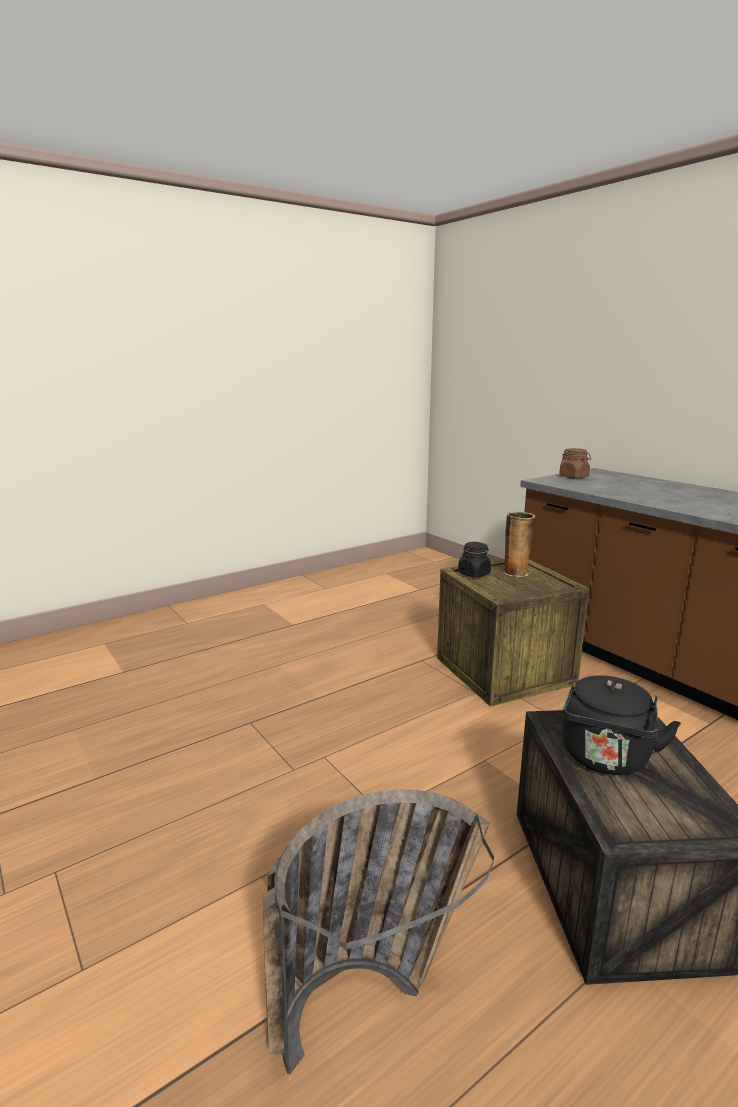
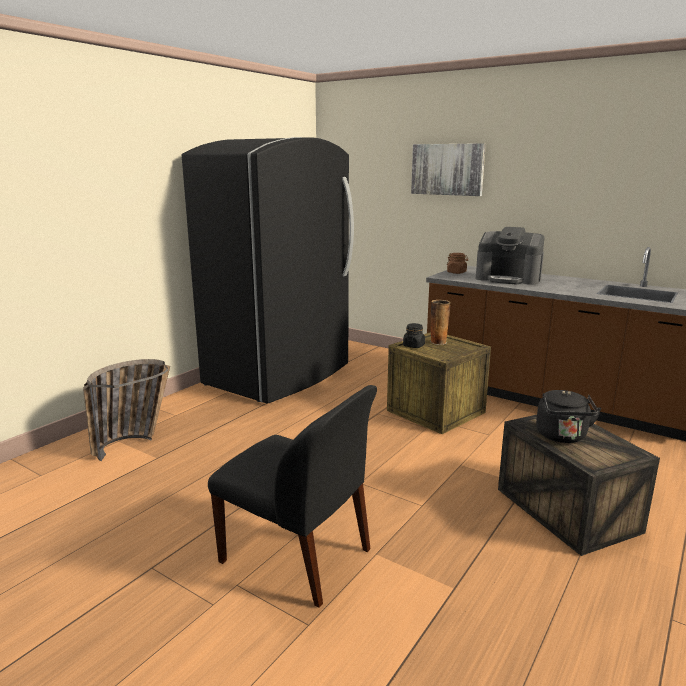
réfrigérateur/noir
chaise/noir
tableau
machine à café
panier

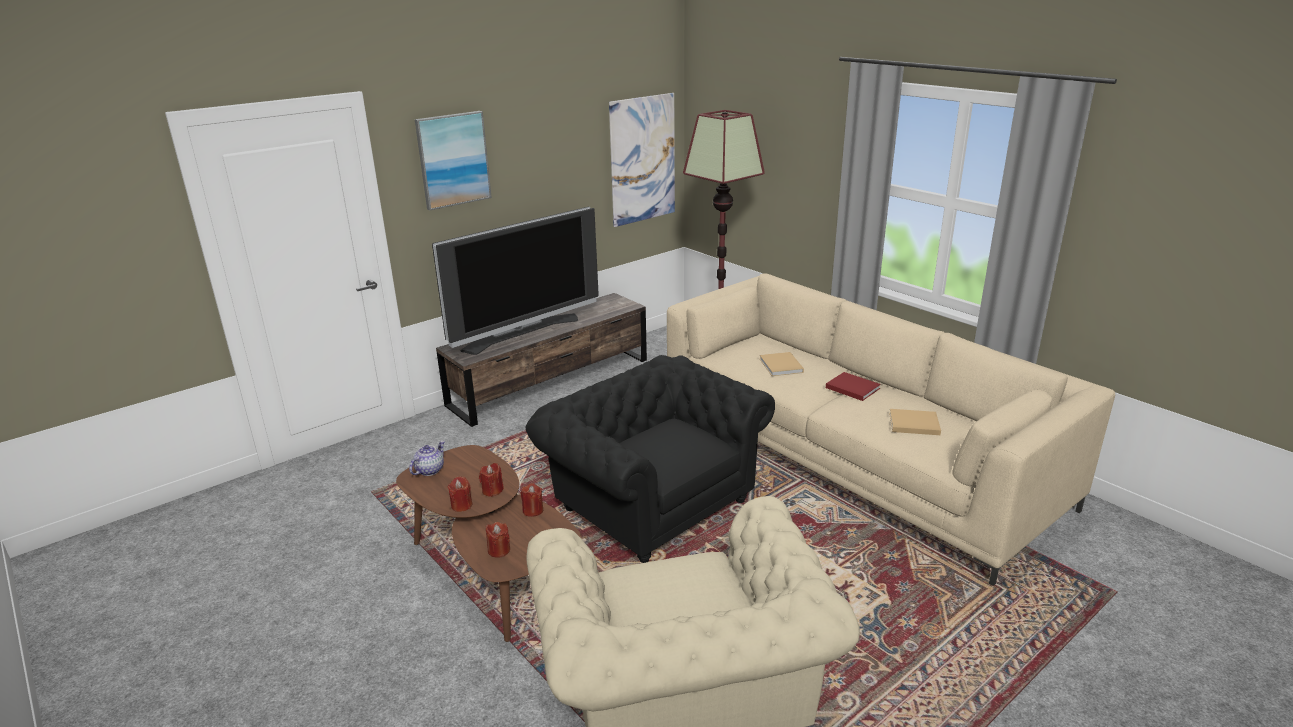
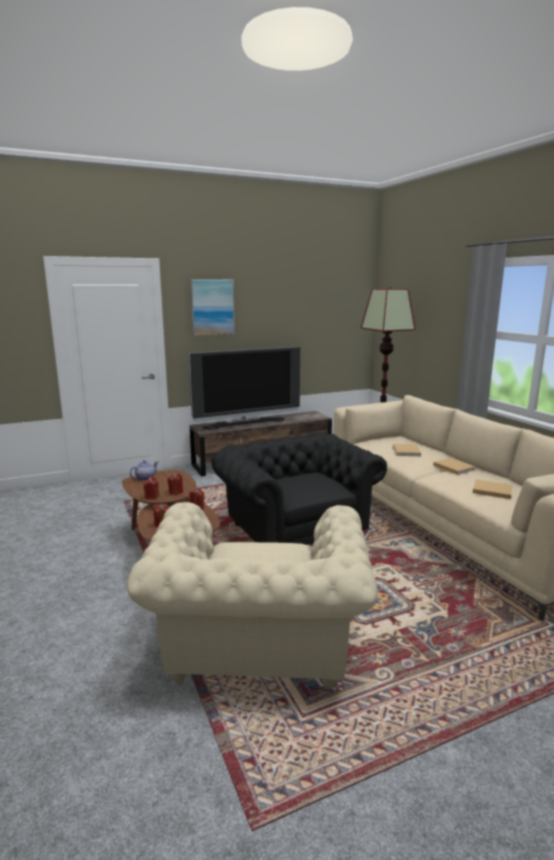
tableau (2nd from left in the first image)
livre/beige (2nd from left)

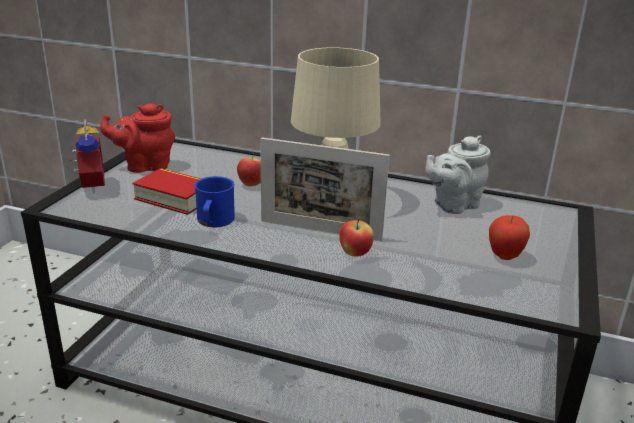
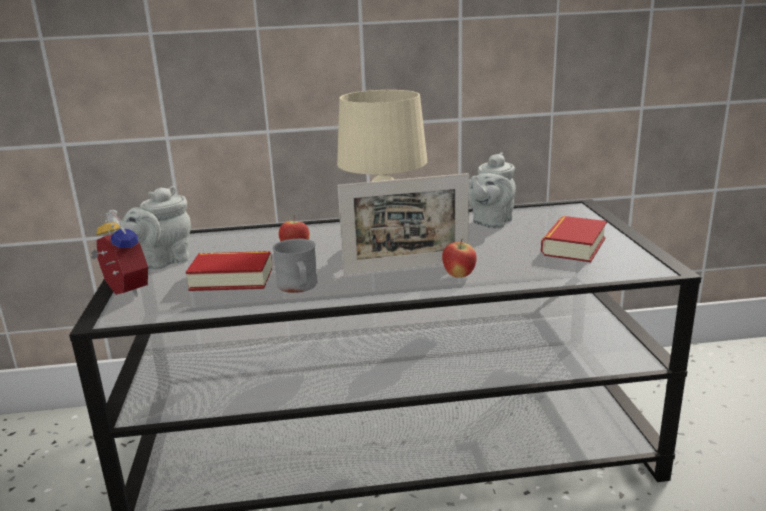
livre (2nd from left)
théière/gris (1st from left)
mug/gris

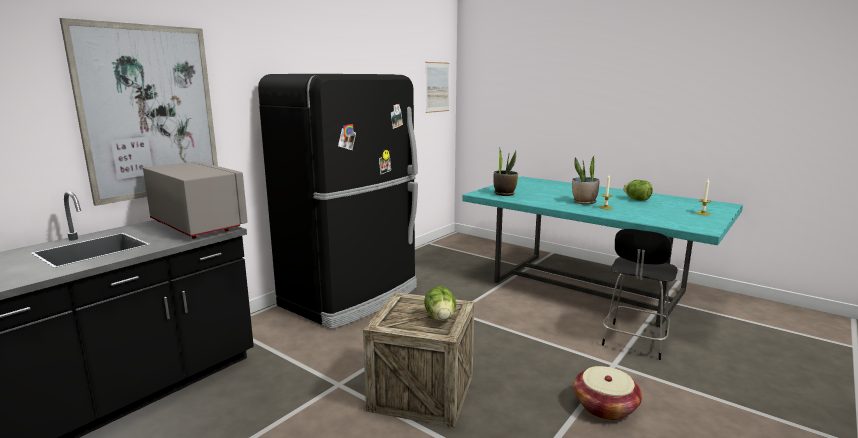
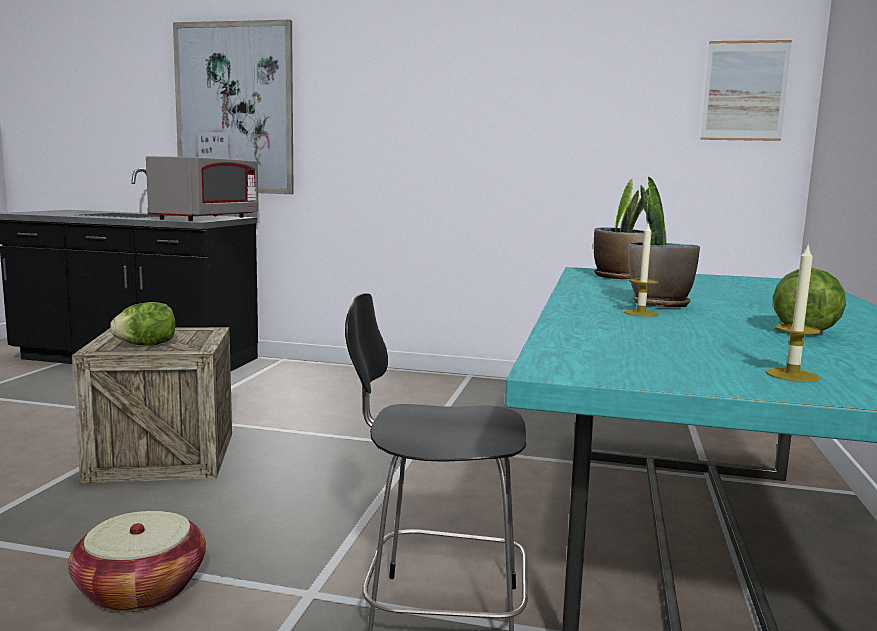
réfrigérateur/noir

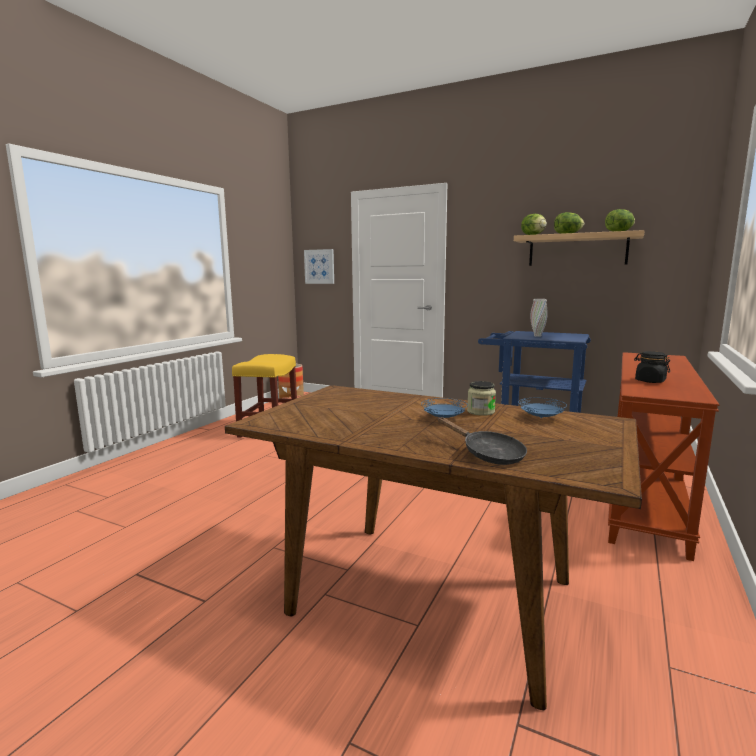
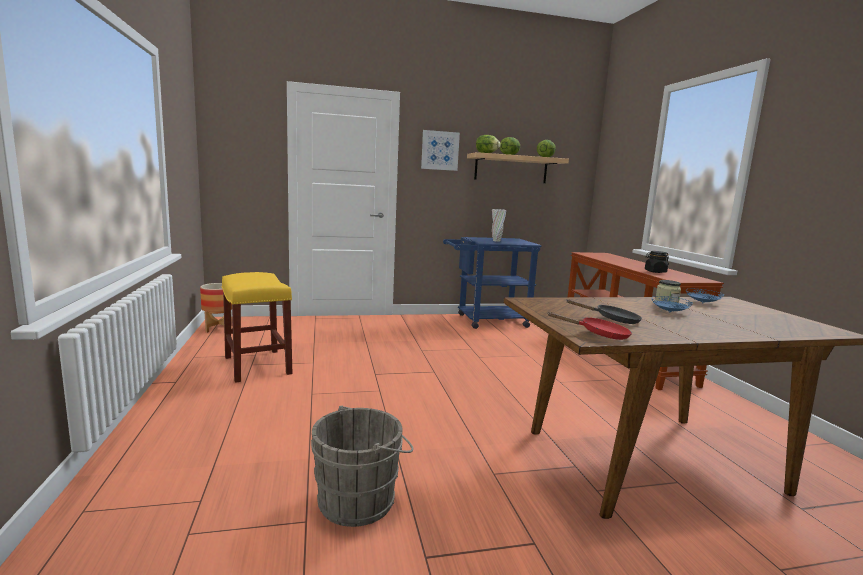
seau/gris
poêle/rouge
tableau
poêle/noir

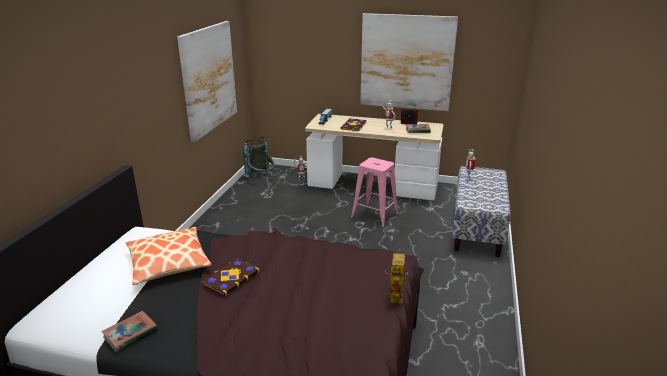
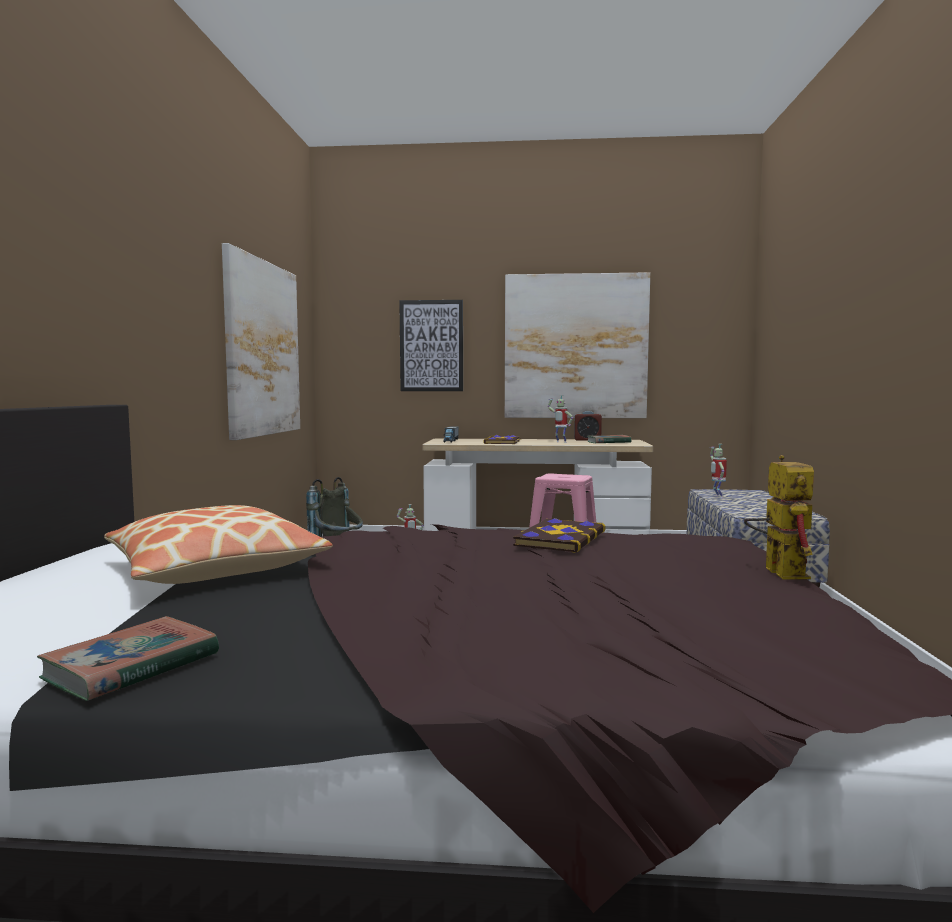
tableau (2nd from left)
livre (3rd from left)

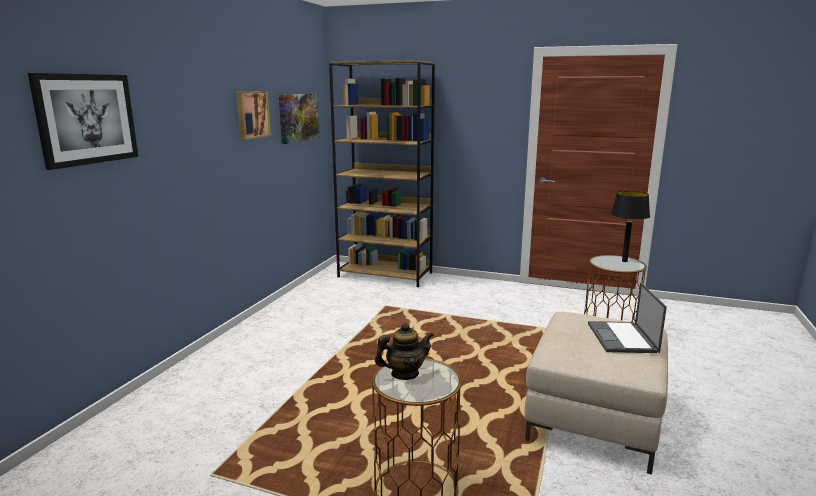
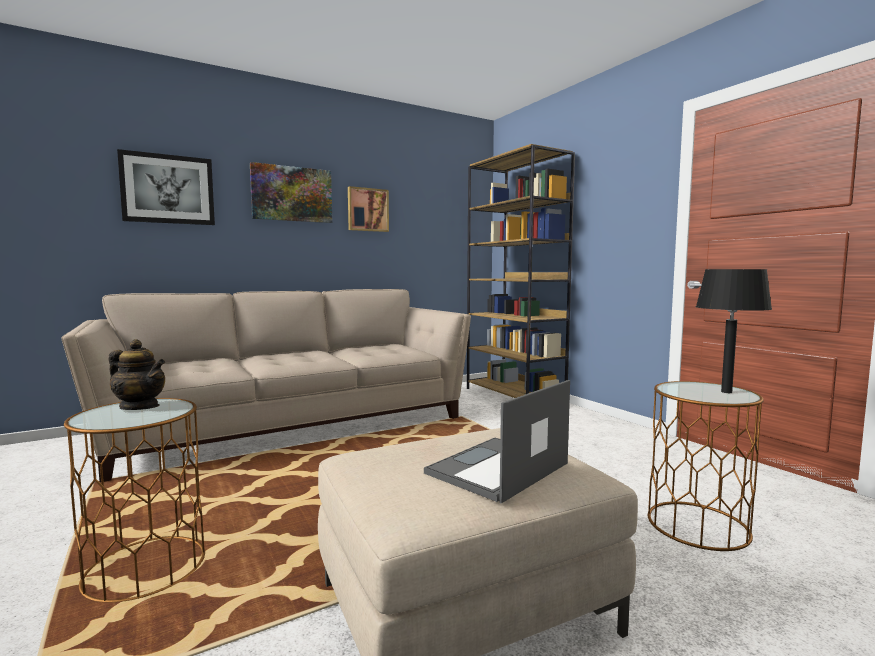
canapé/beige
tableau (2nd from left)

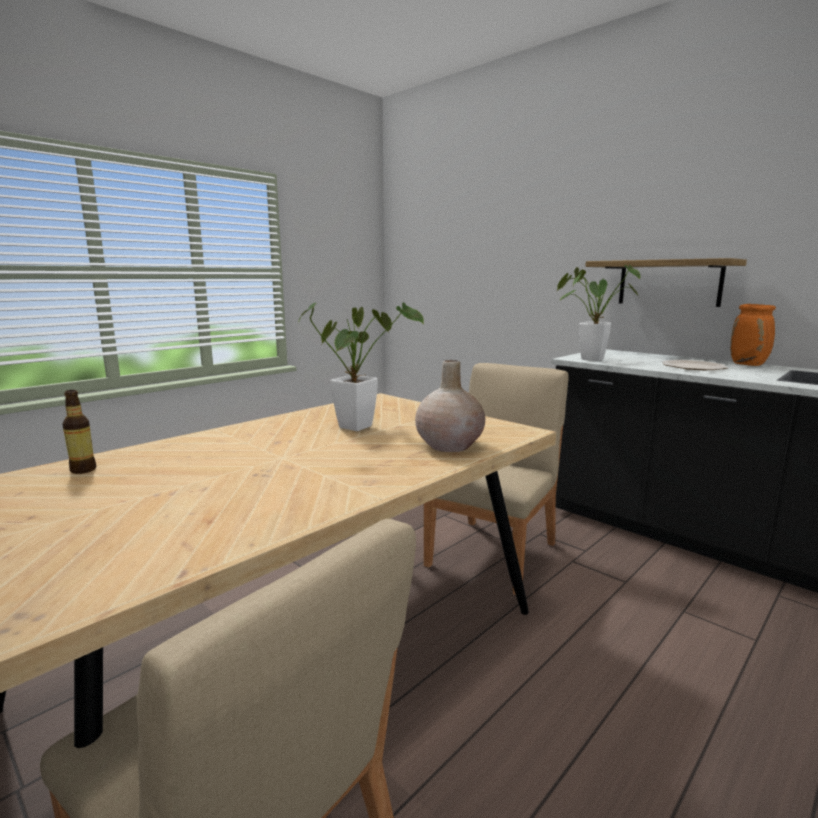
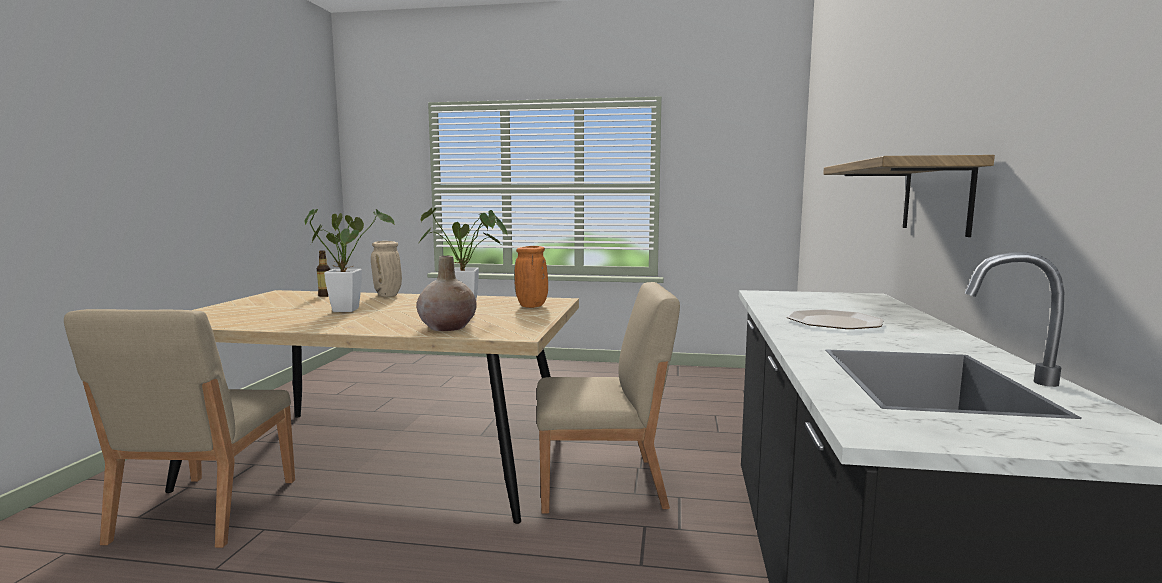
vase/beige (1st from left)
plante en pot (1st from left)
vase/orange

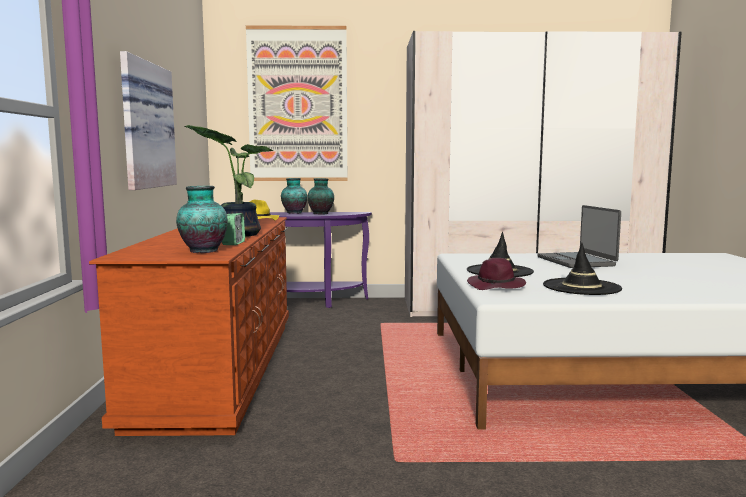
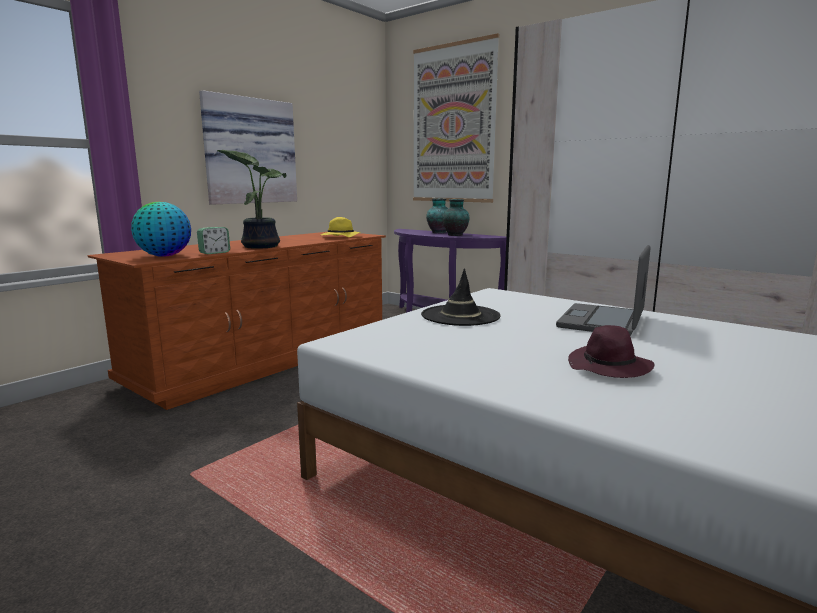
chapeau/noir (2nd from left in the first image)
chapeau/violet
globe

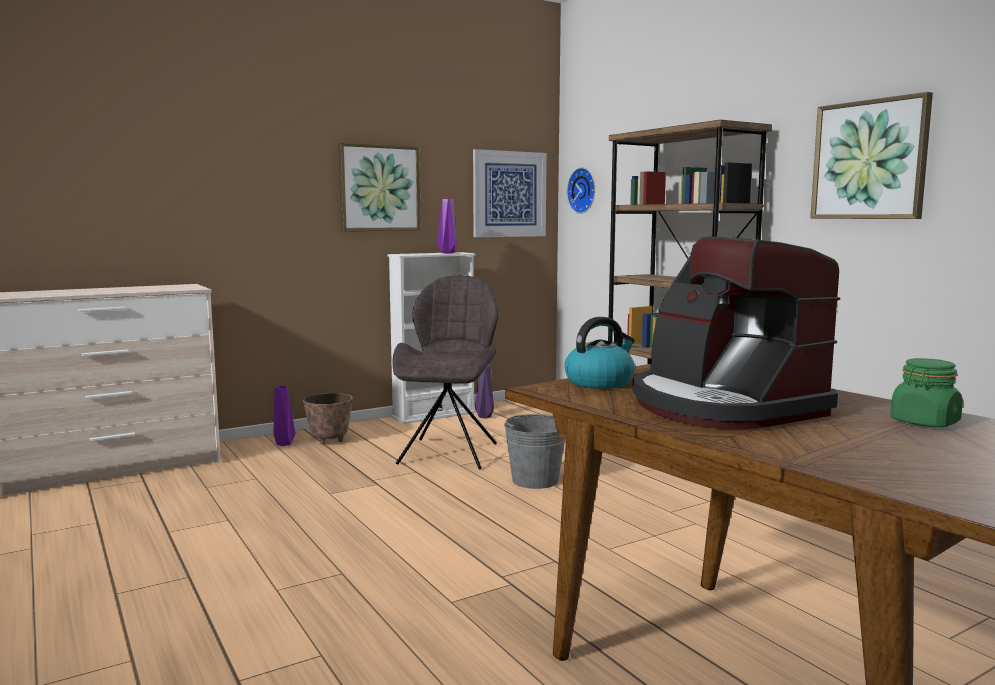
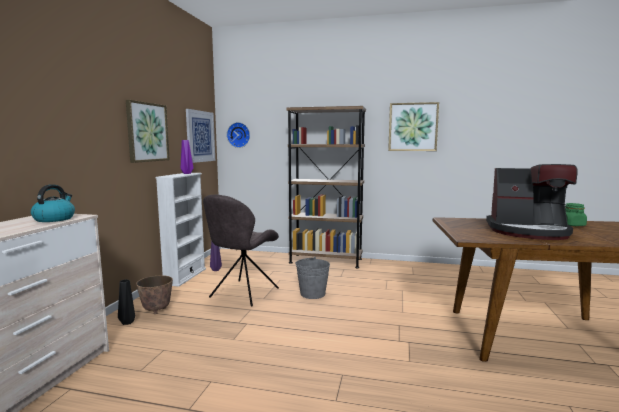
bouilloire
vase/noir
chaise/gris

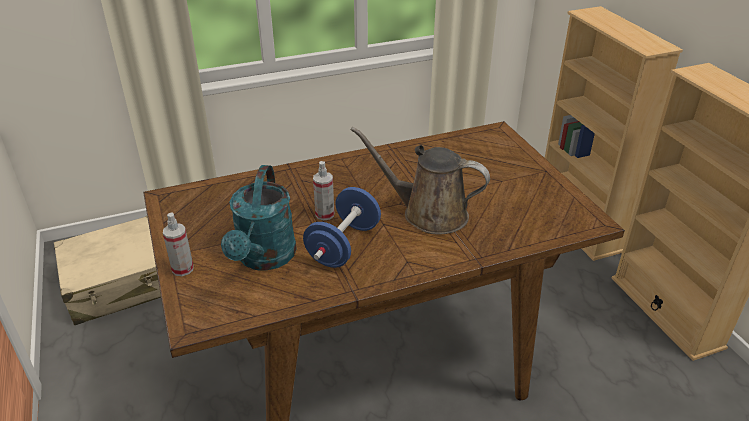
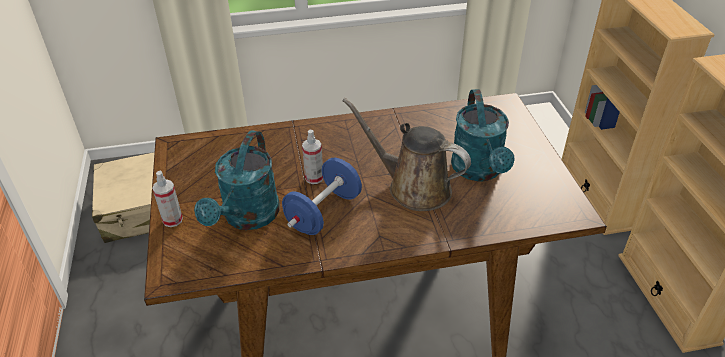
arrosoir/turquoise (2nd from left)

